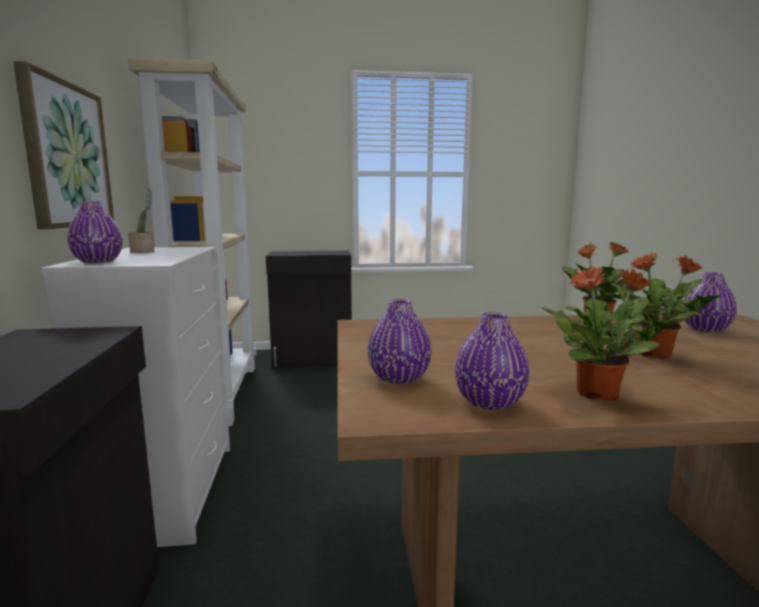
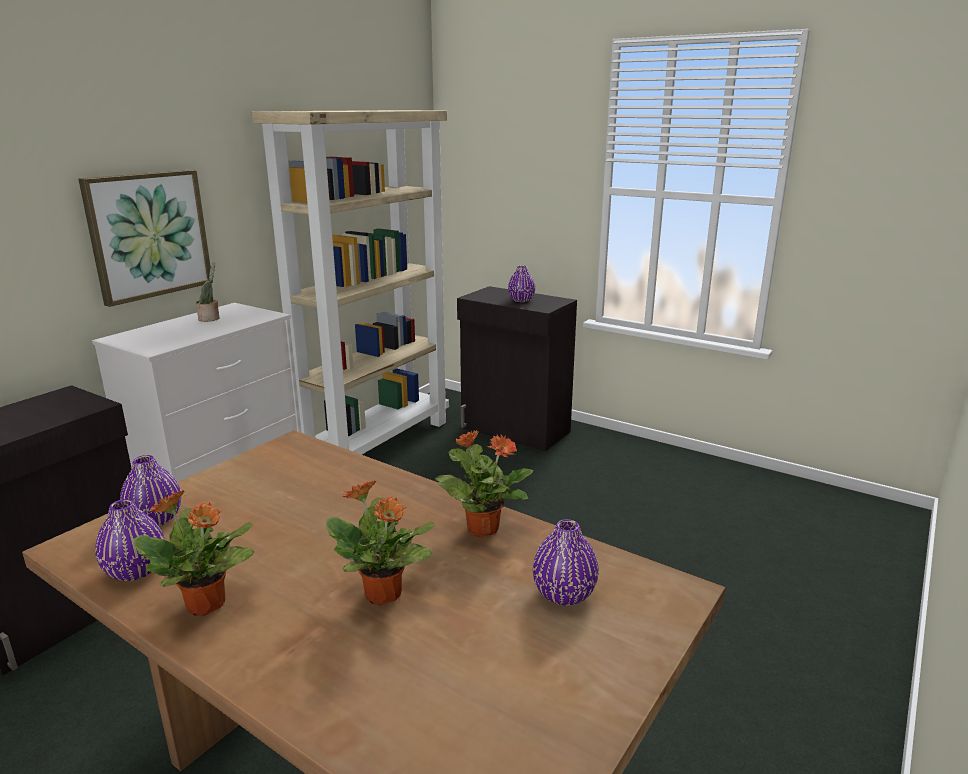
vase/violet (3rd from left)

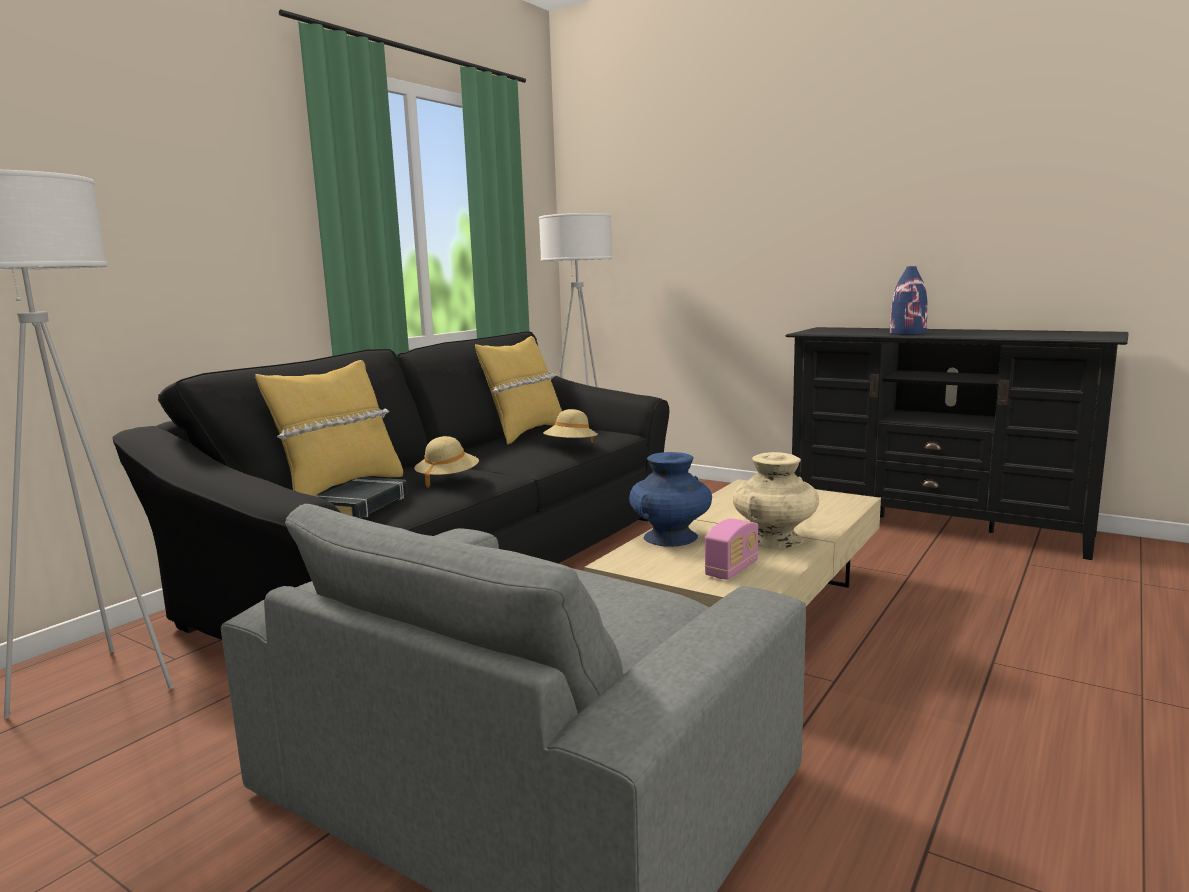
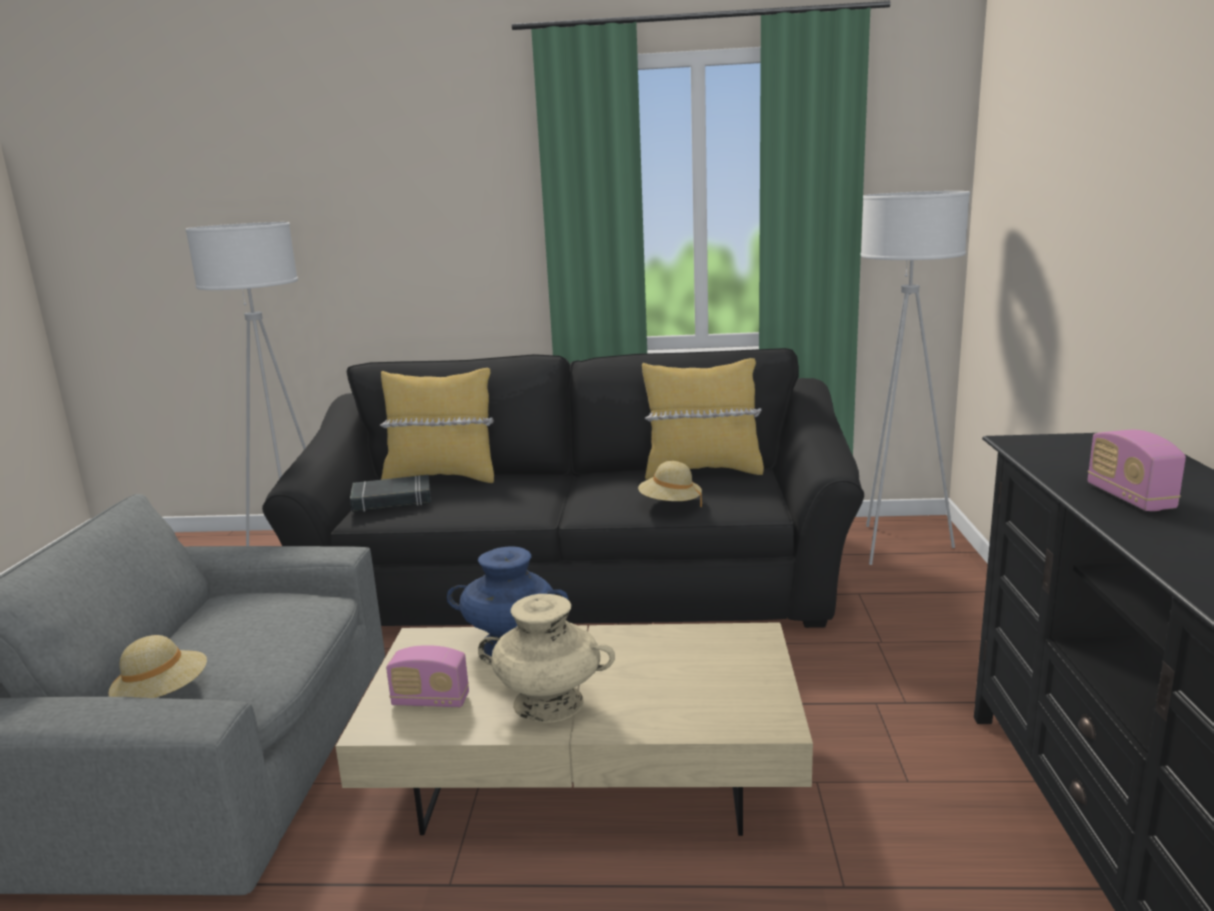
chapeau/beige (1st from left)
radio (2nd from left)

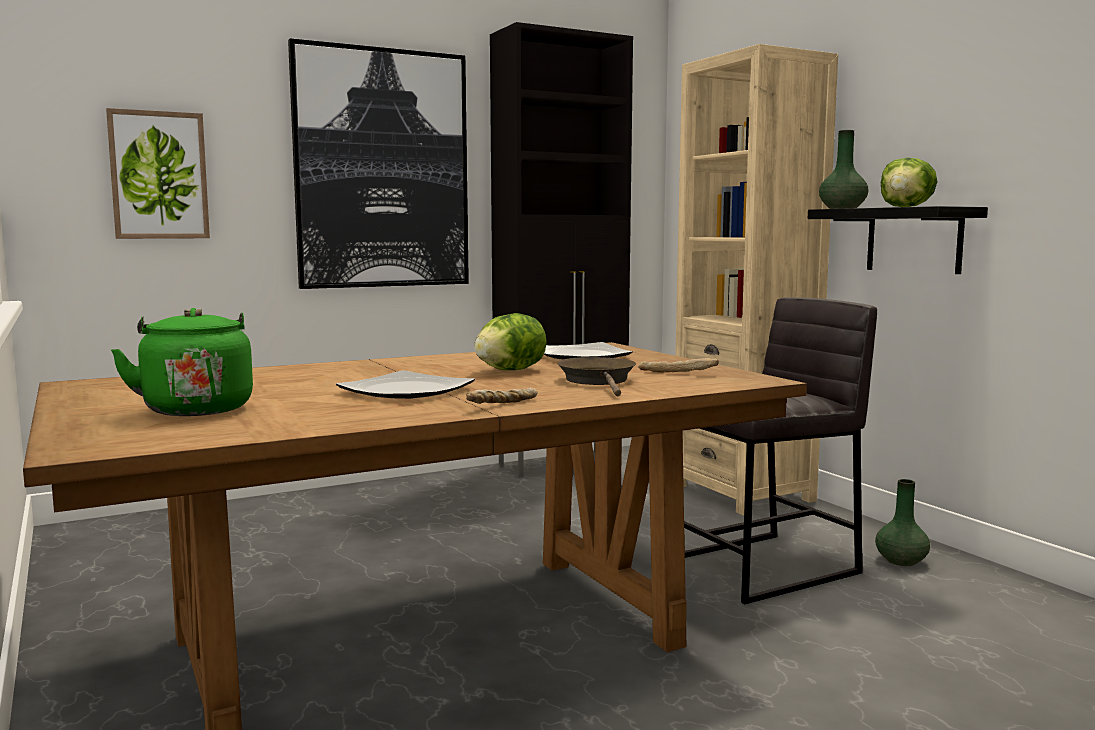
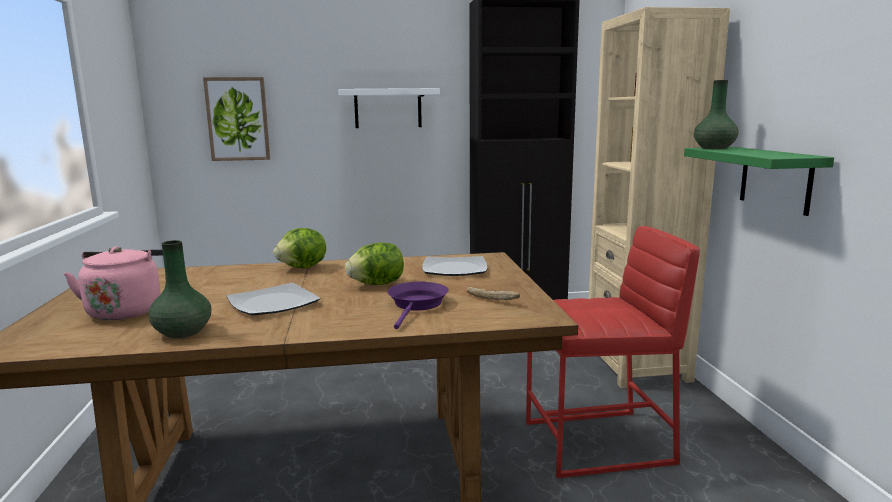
pain (1st from left in the first image)
vase/vert (1st from left)
laitue (1st from left)
étagère/blanc
bouilloire/rose
poêle/violet
tabouret/rouge
étagère/vert

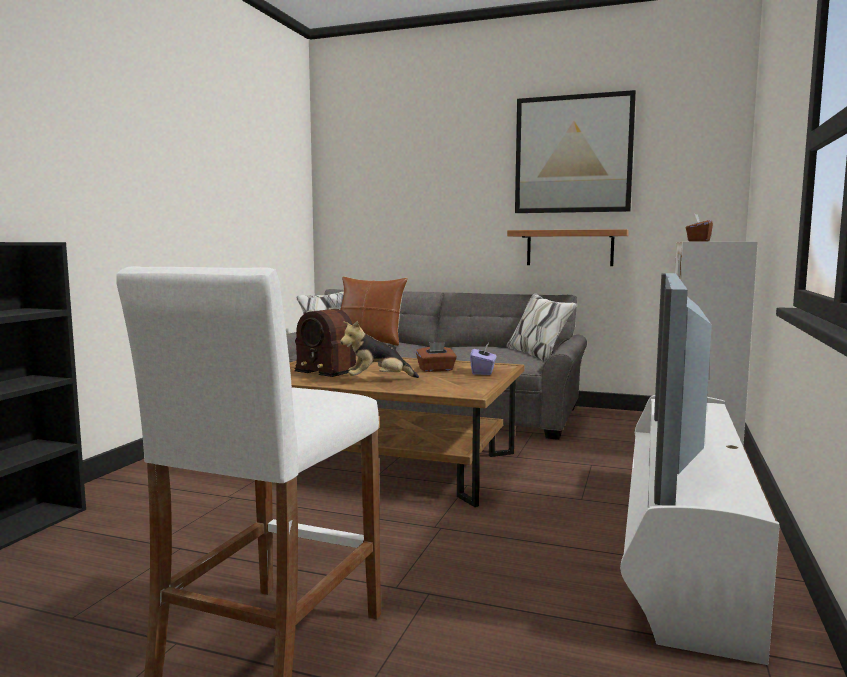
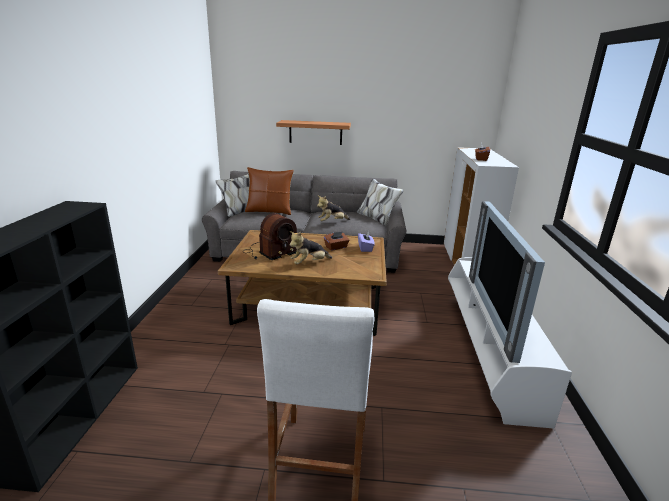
tableau
peluche (2nd from left)
étagère
radio

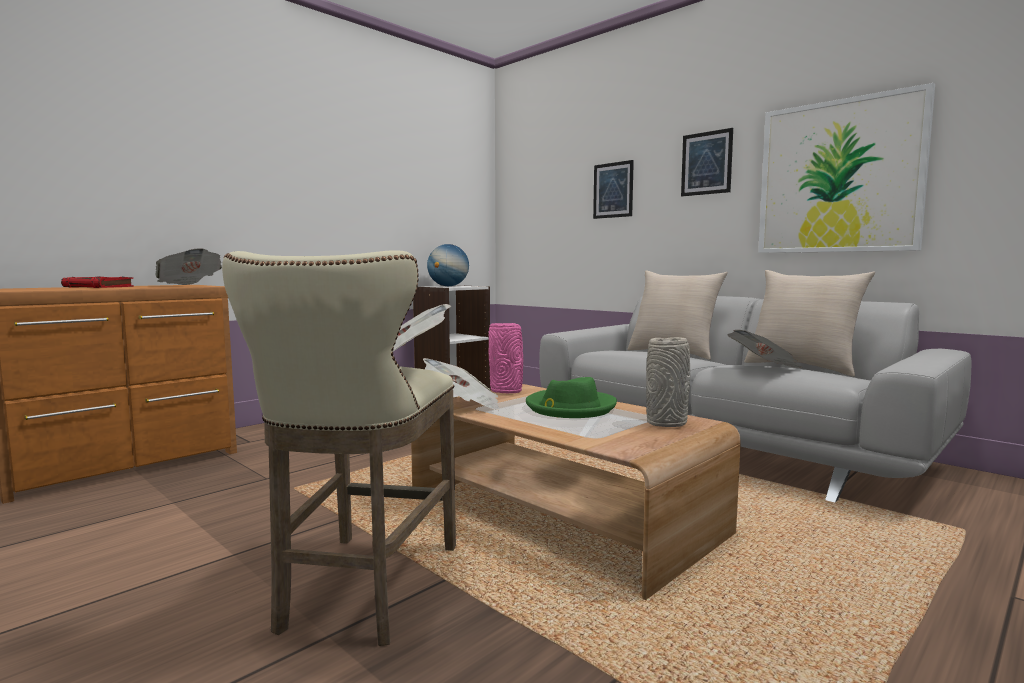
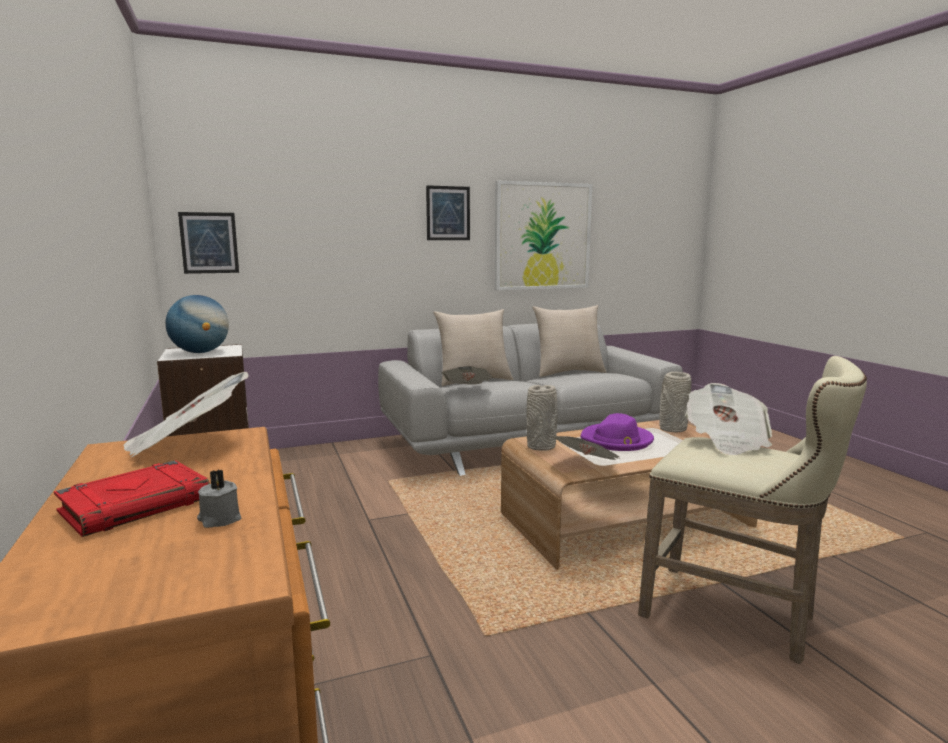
bougie/gris
tableau (1st from left)
journal (2nd from left)
vase/gris (1st from left)
chapeau/violet

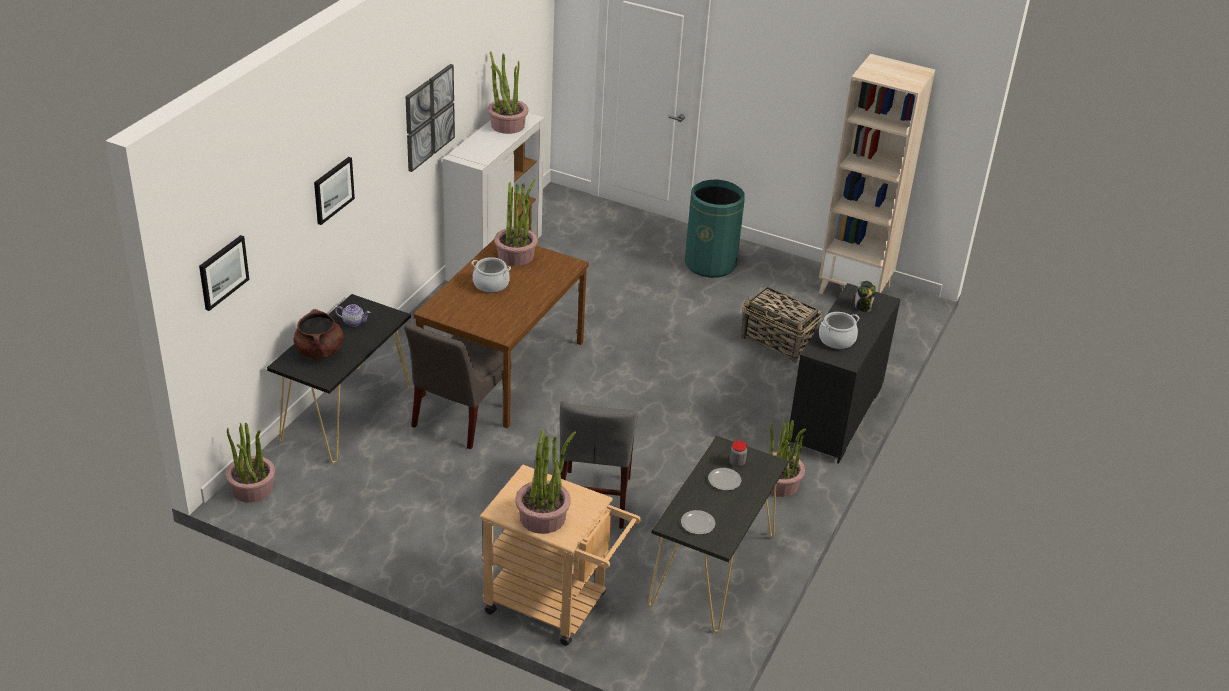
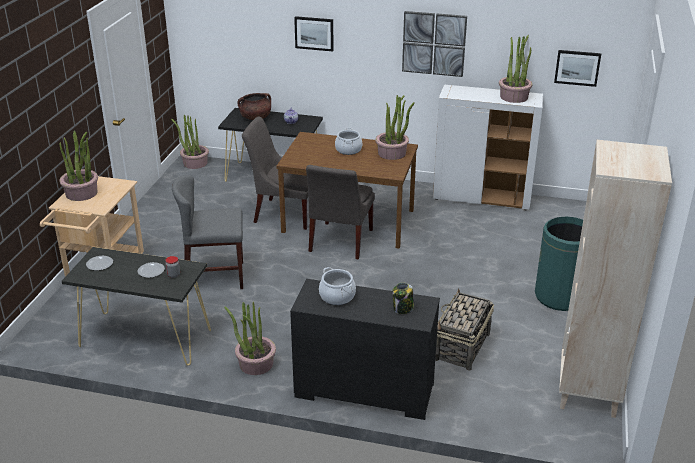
chaise/gris (3rd from left)
tableau (3rd from left)

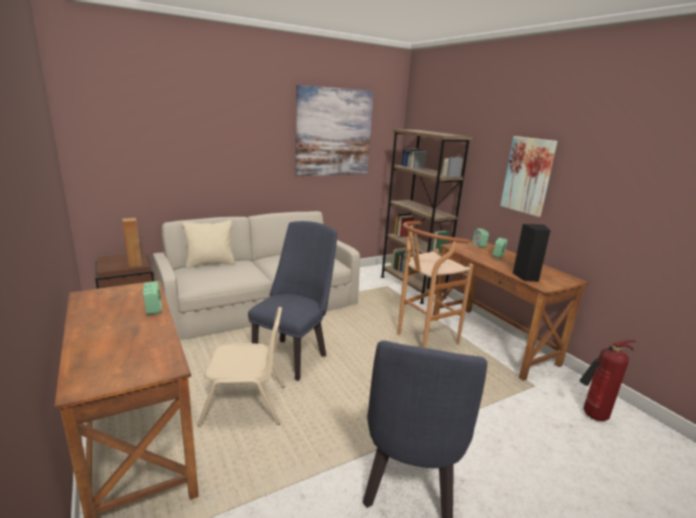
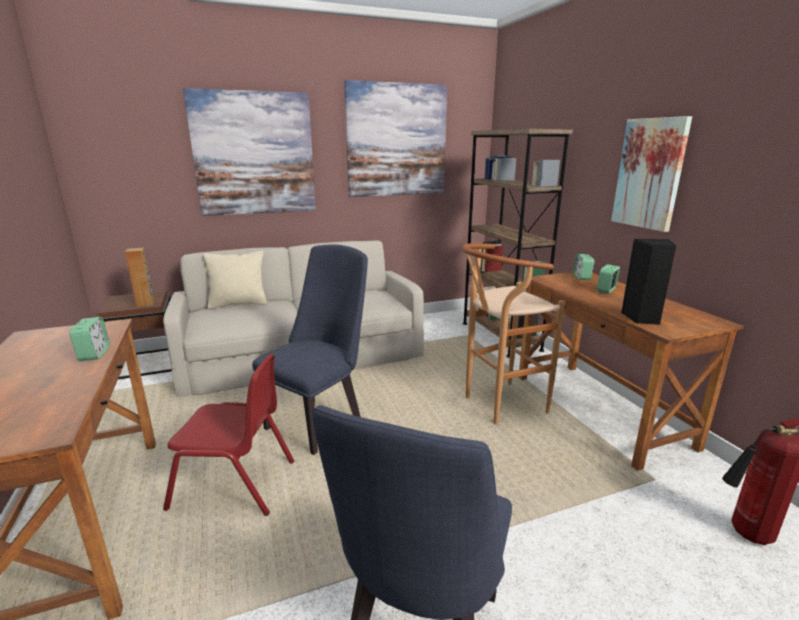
tableau (1st from left)
chaise/rouge

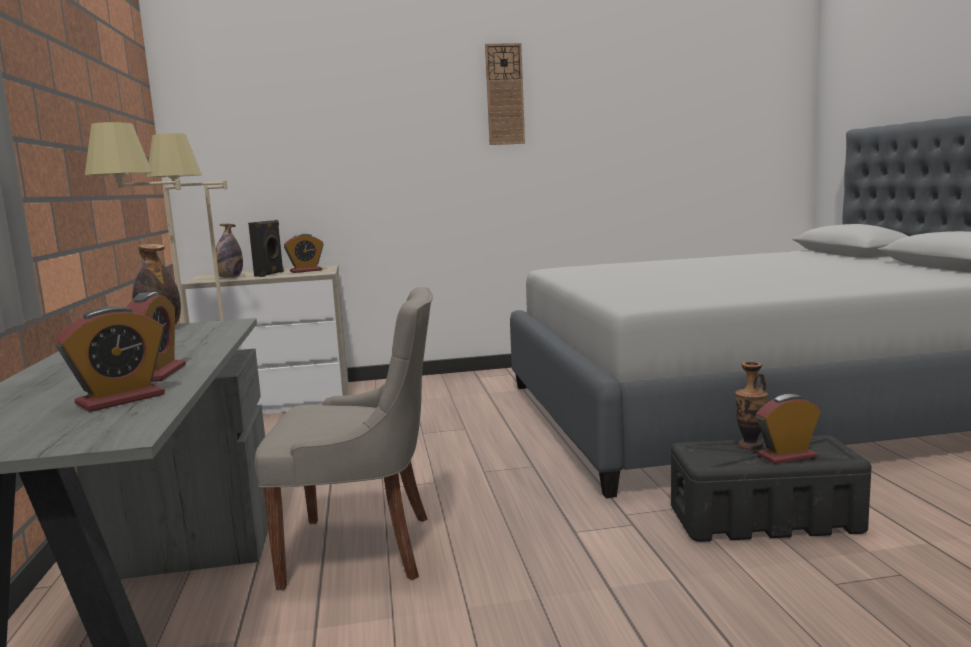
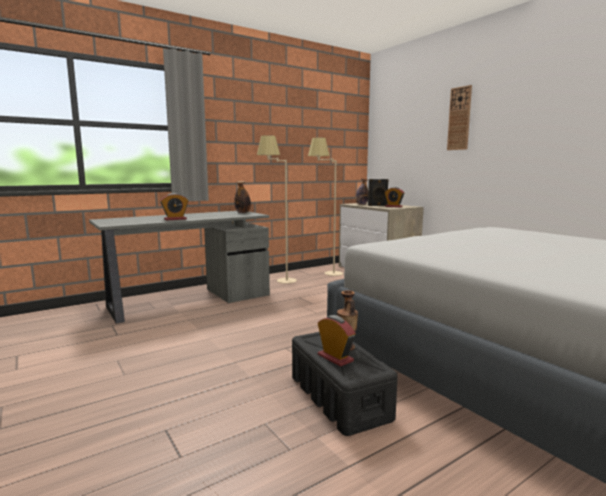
réveil (1st from left in the first image)
chaise/gris
horloge murale

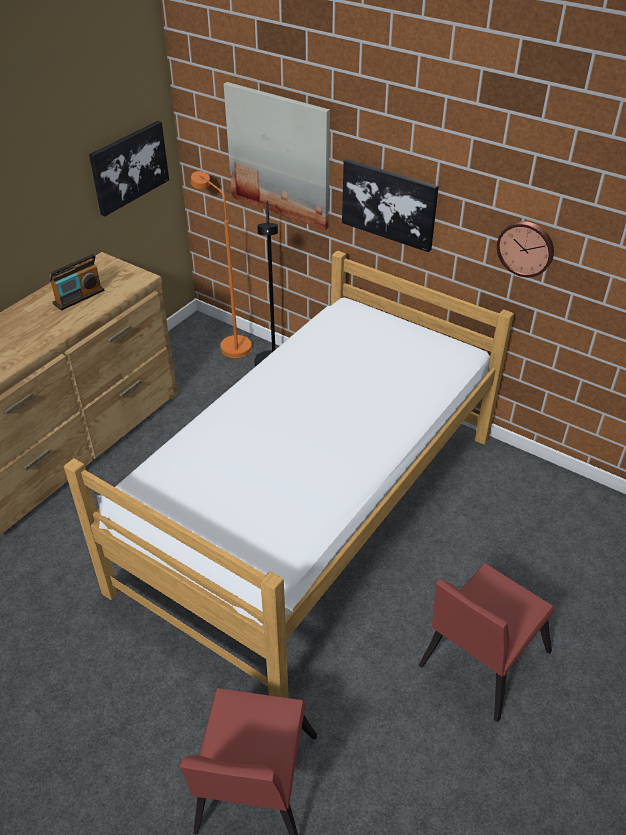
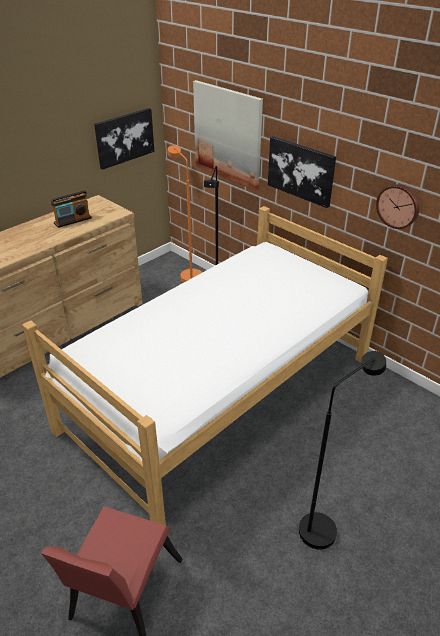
lampadaire/noir (2nd from left)

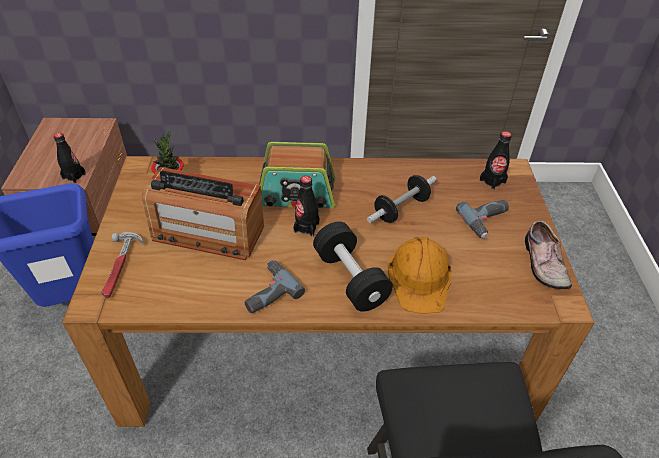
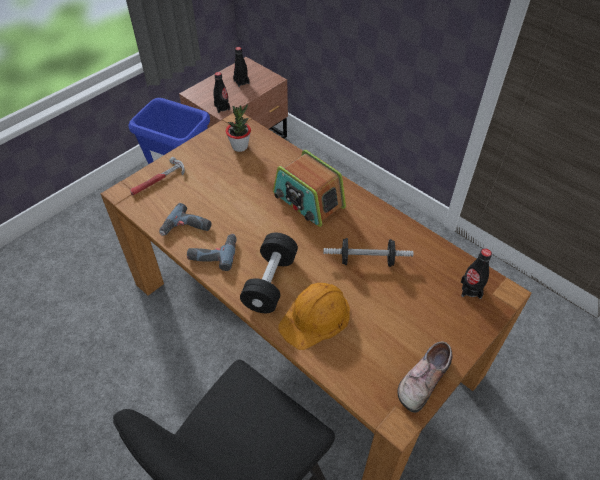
radio (1st from left in the first image)
bouteille/noir (2nd from left)
perceuse (1st from left)

